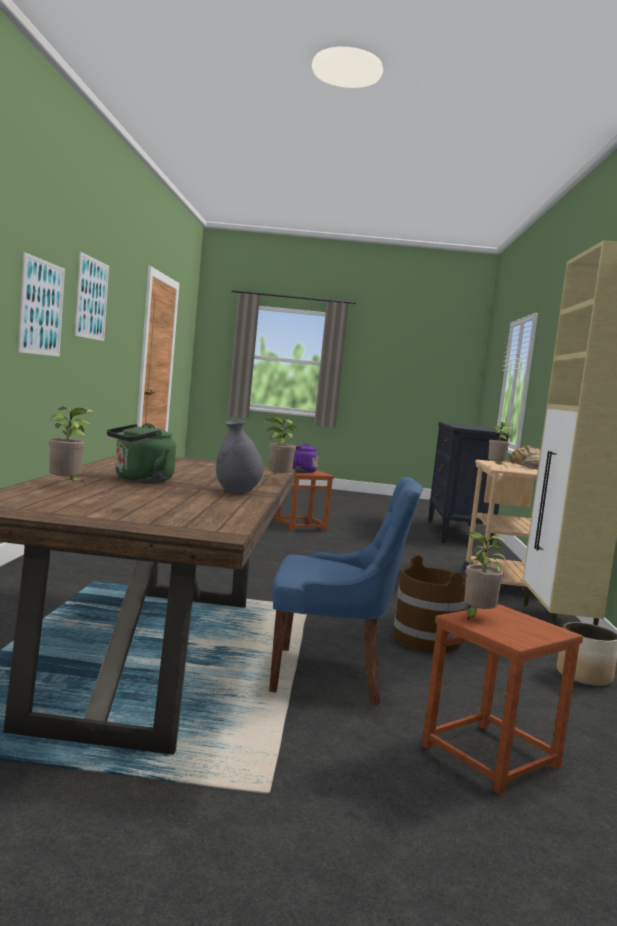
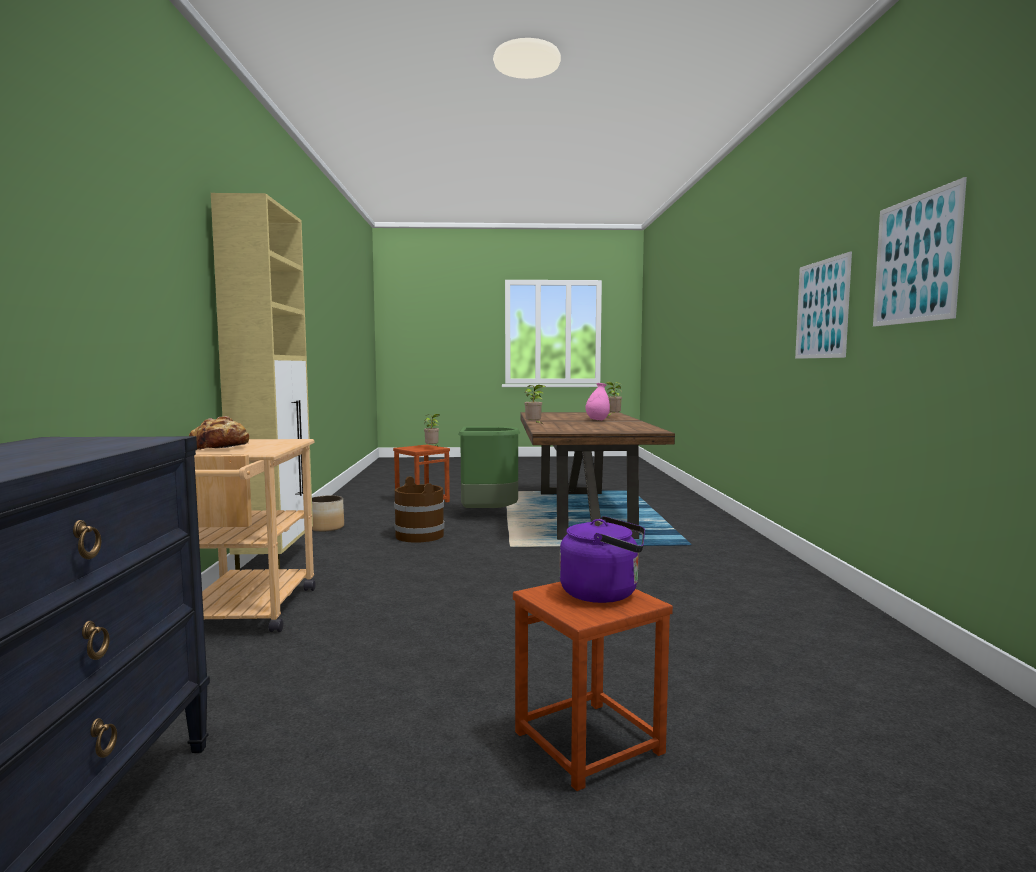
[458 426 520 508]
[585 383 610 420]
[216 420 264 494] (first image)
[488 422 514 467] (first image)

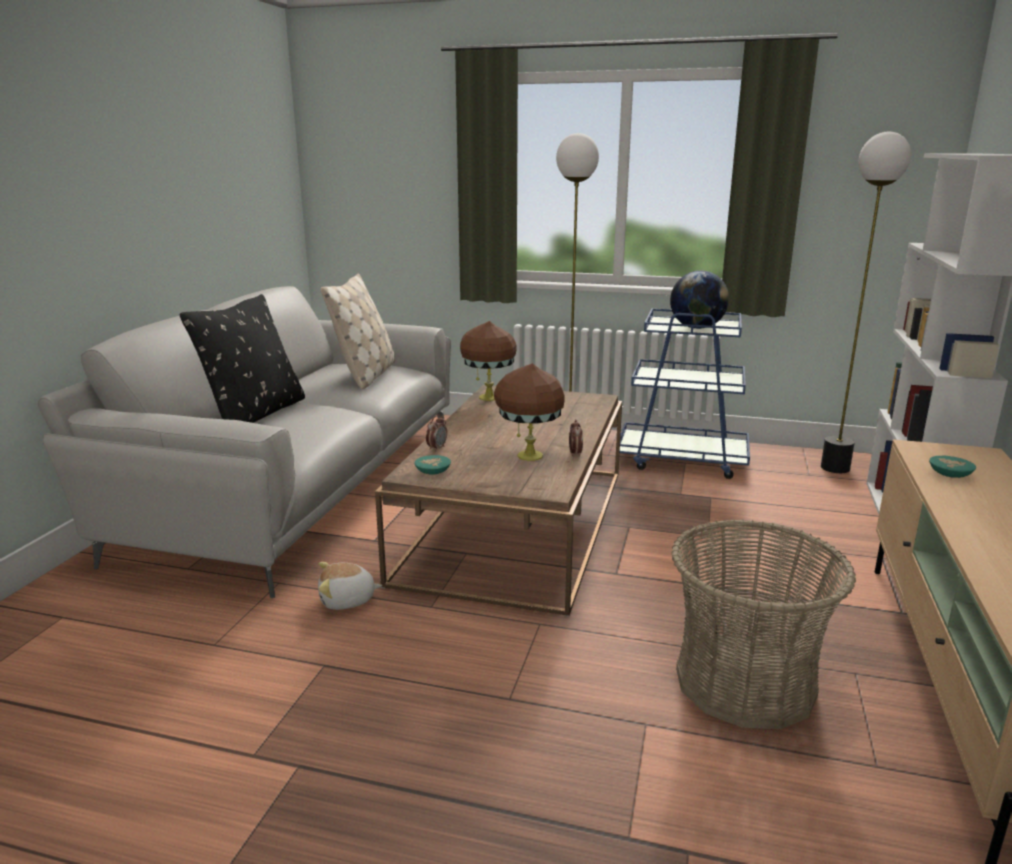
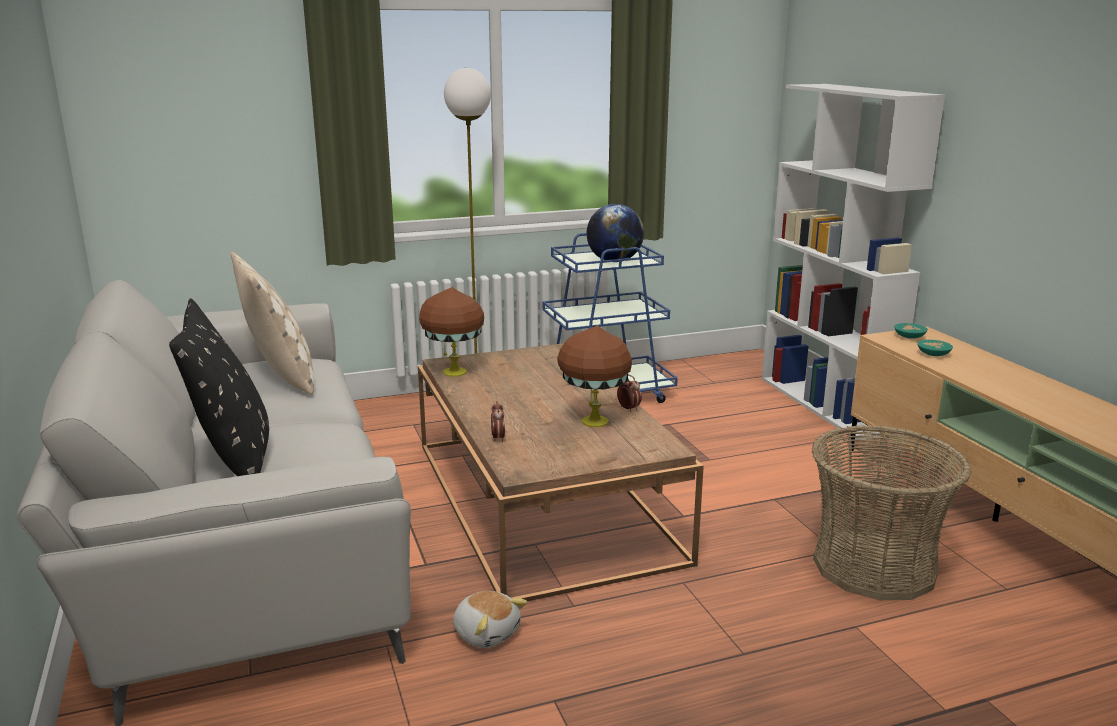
[453 591 528 648]
[894 323 928 339]
[821 132 911 473] (first image)

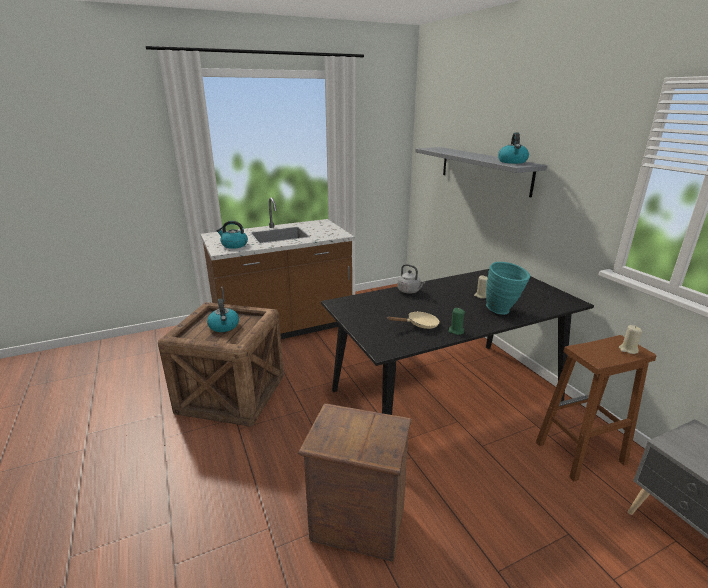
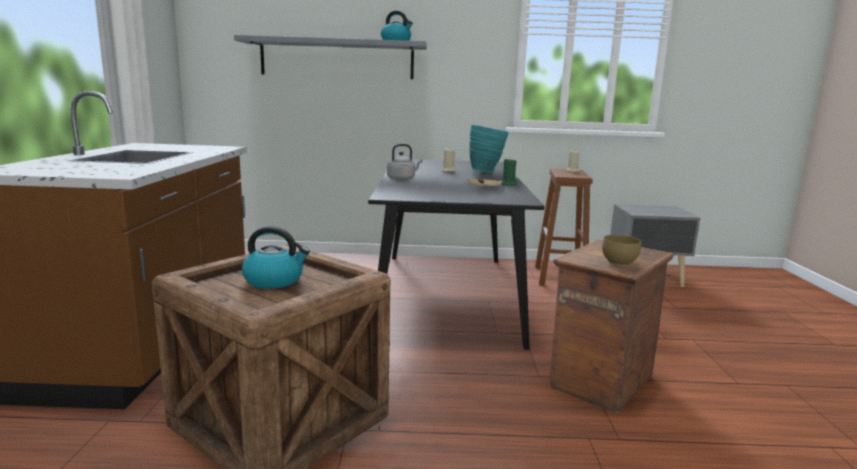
[602 235 641 266]
[217 221 248 249] (first image)

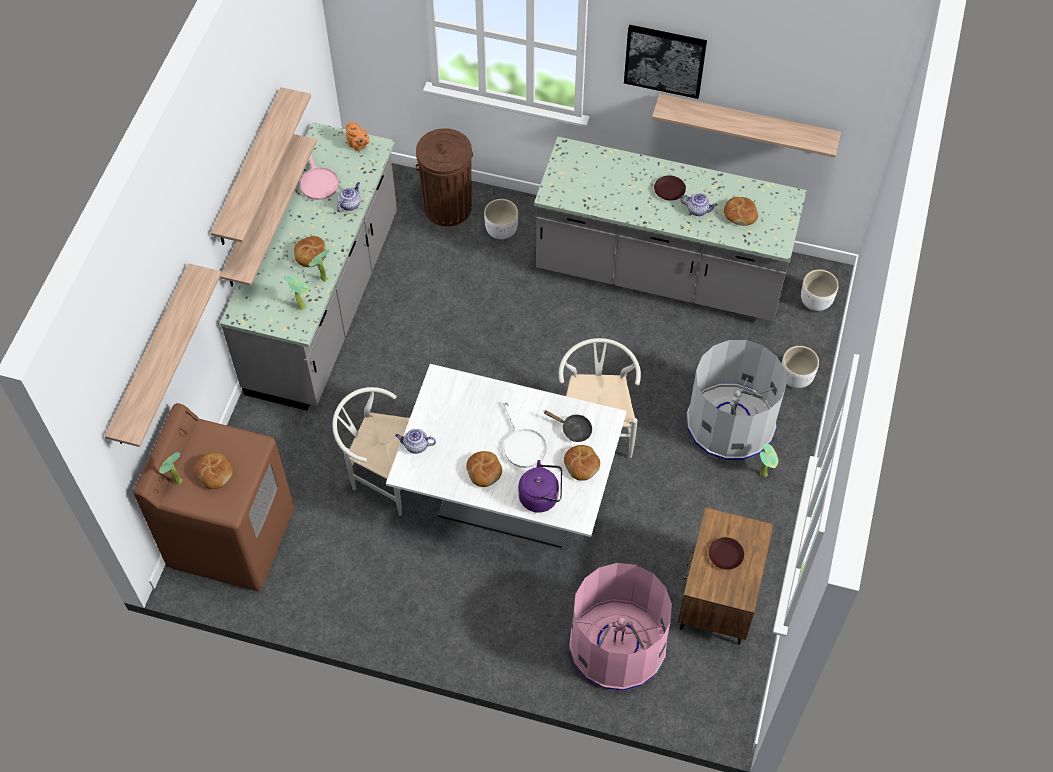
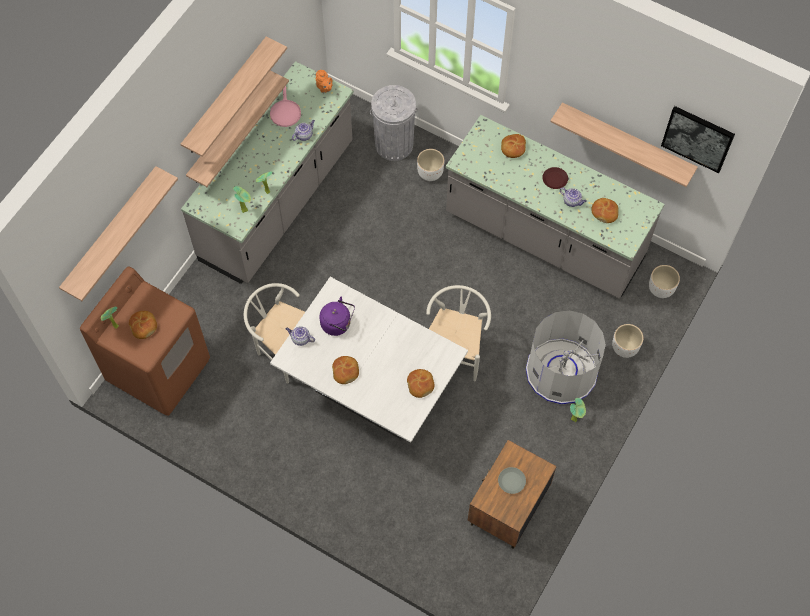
[319 297 355 336]
[370 85 417 161]
[498 467 526 494]
[501 134 526 158]
[661 106 735 173]
[503 400 547 468] (first image)
[543 410 592 442] (first image)
[569 563 672 691] (first image)

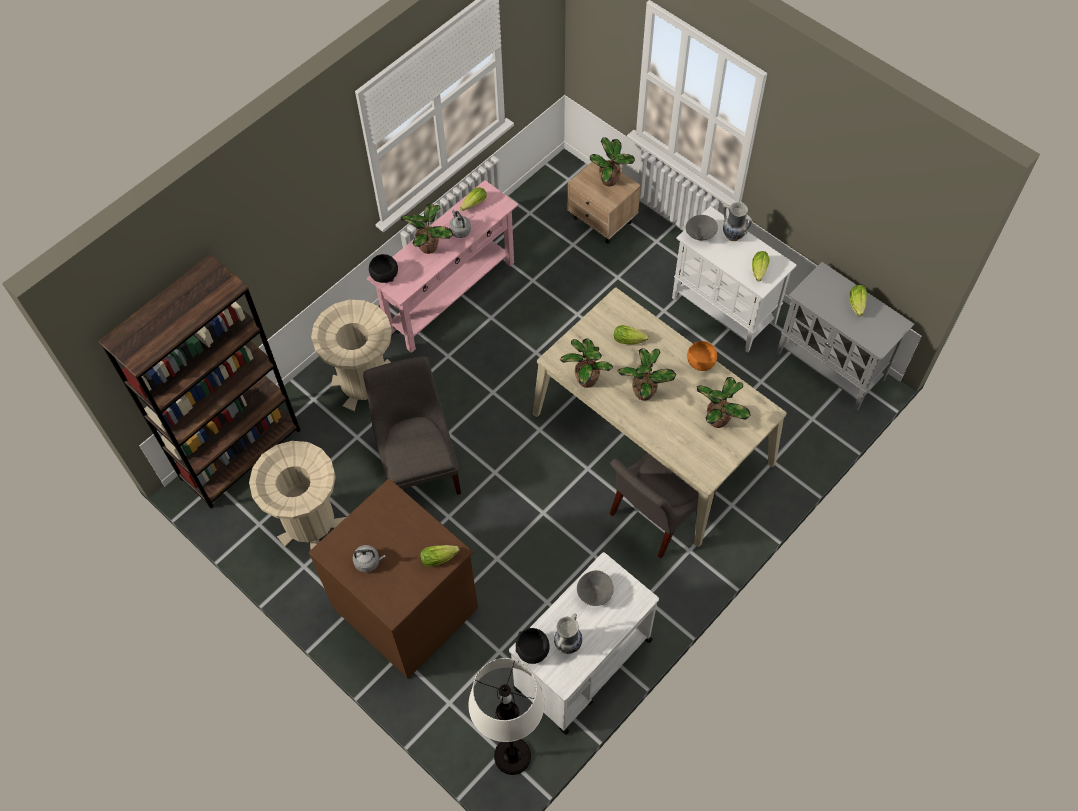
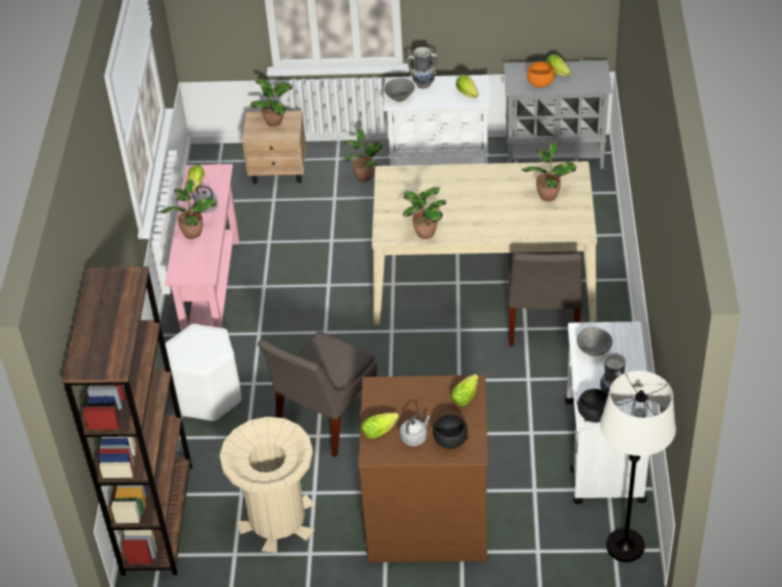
[165 324 241 421]
[257 331 377 457]
[342 129 382 182]
[361 412 399 439]
[433 414 468 449]
[527 62 556 88]

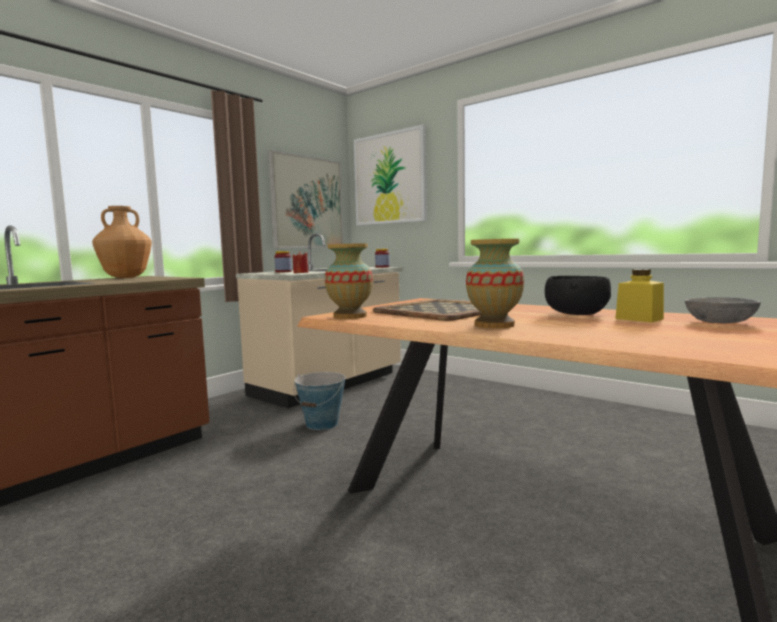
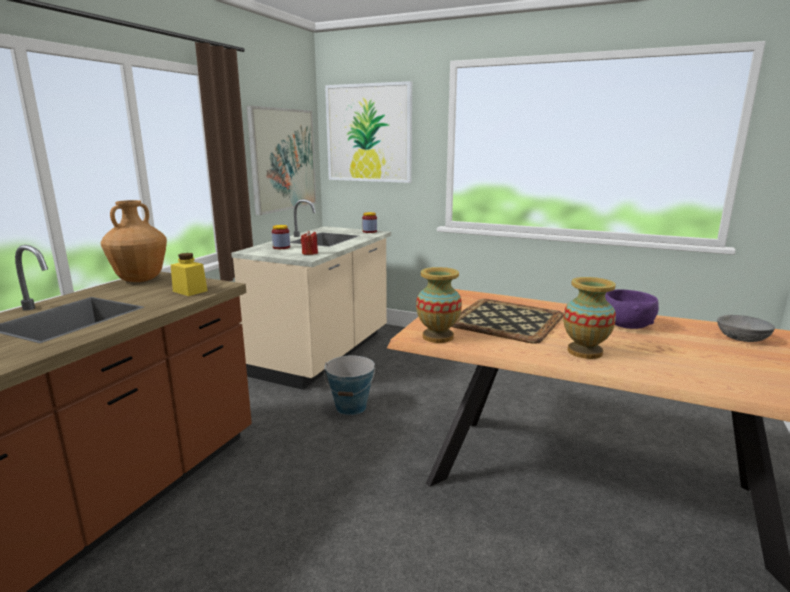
[171 253 208 296]
[605 289 659 329]

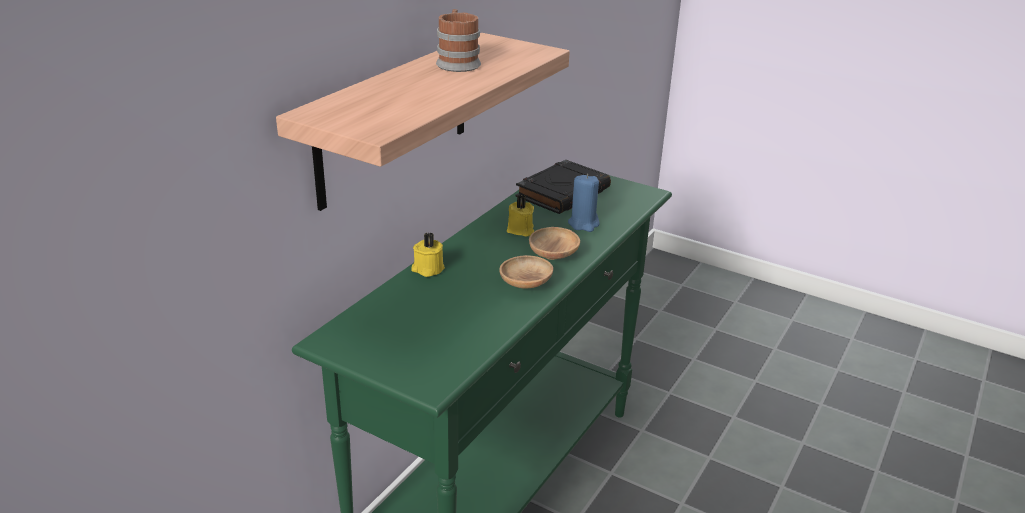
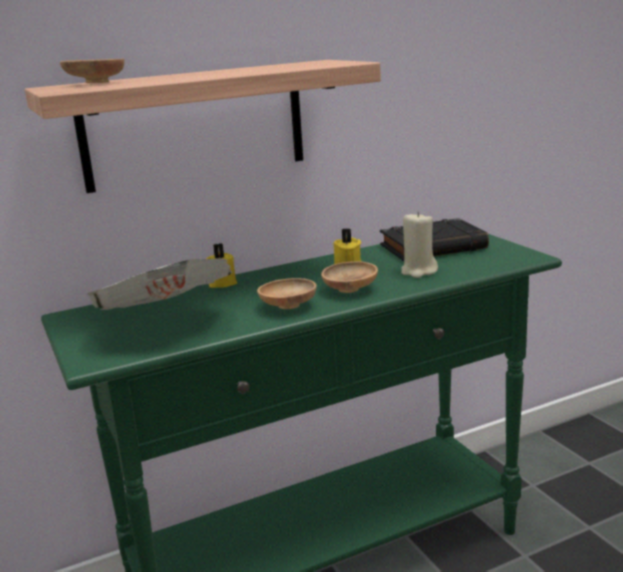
[60 59 124 83]
[87 258 232 310]
[401 211 438 278]
[436 9 481 72] (first image)

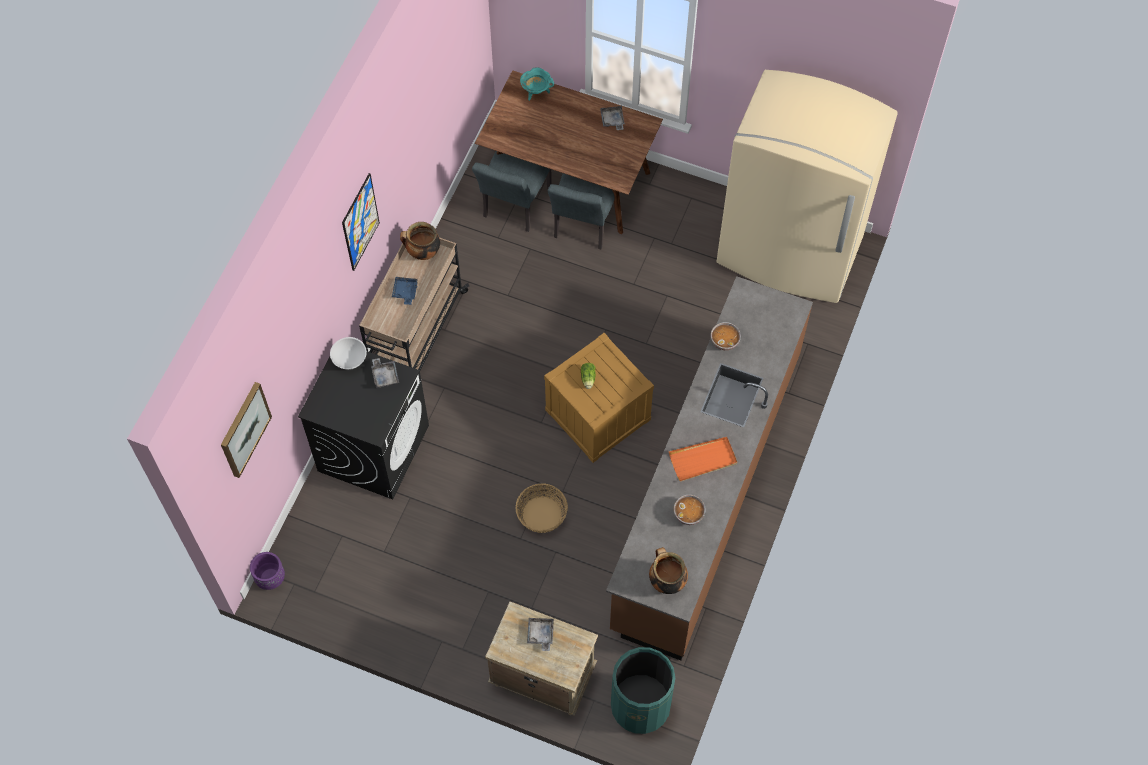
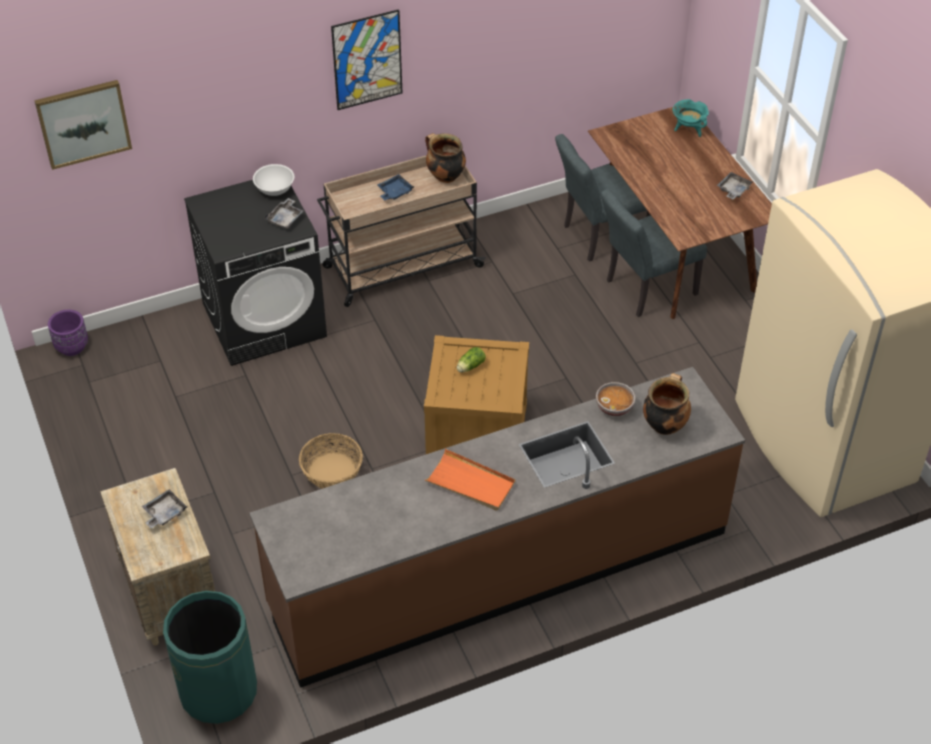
[643 373 691 435]
[674 495 706 525] (first image)

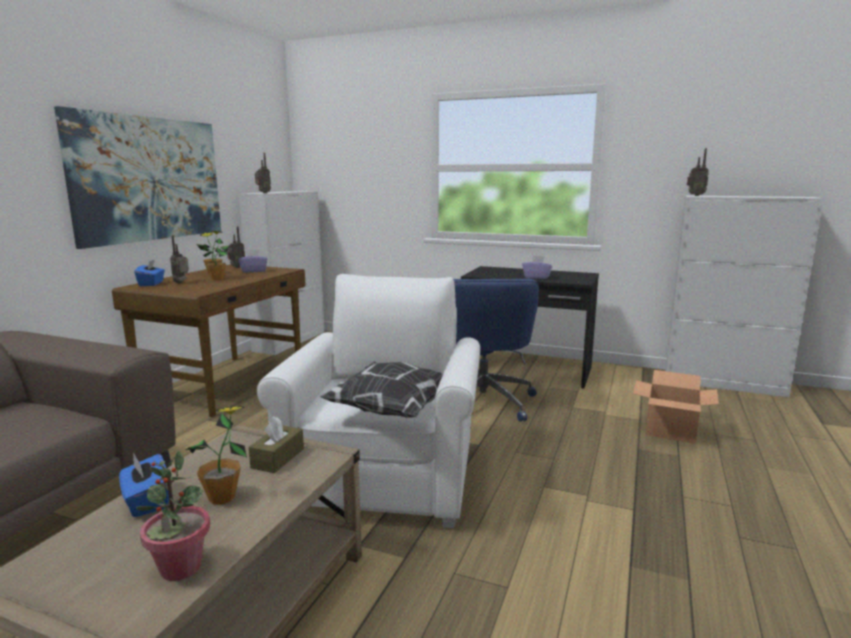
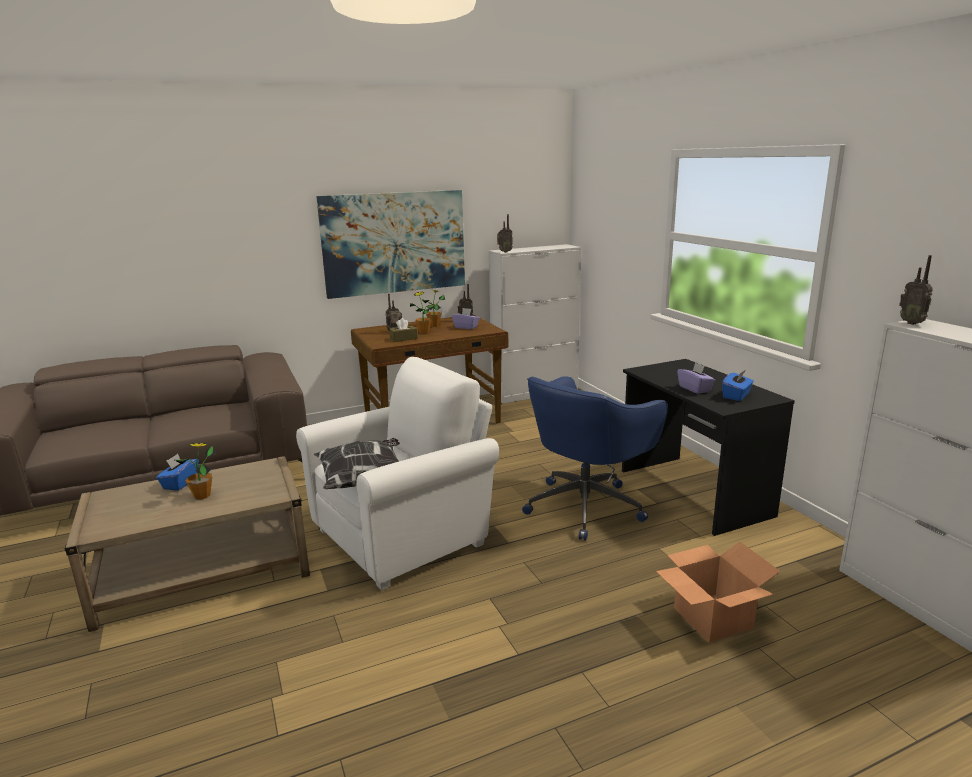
[389 318 418 342]
[722 370 754 401]
[136 450 210 581] (first image)

